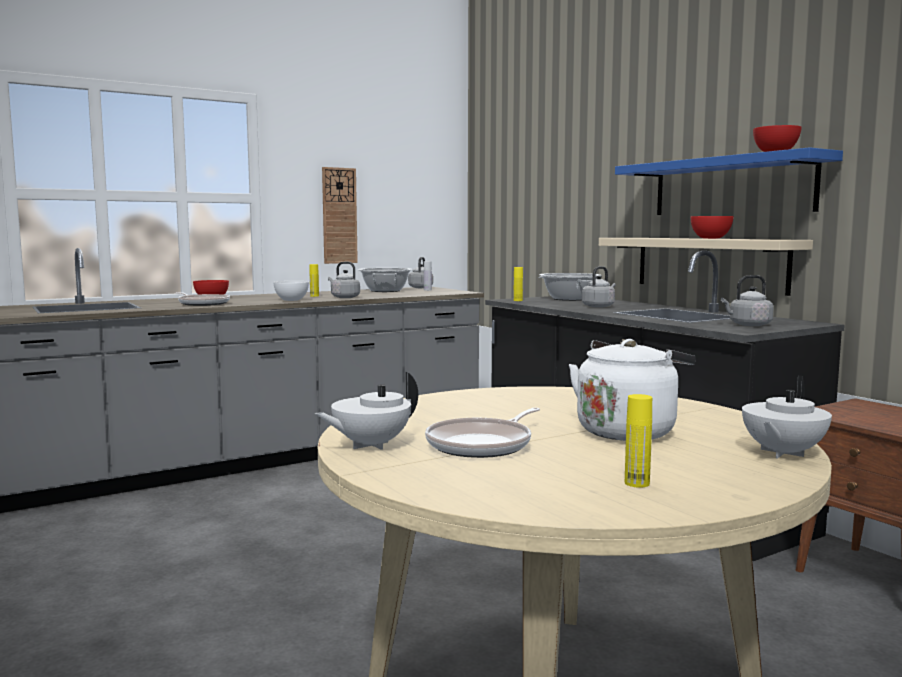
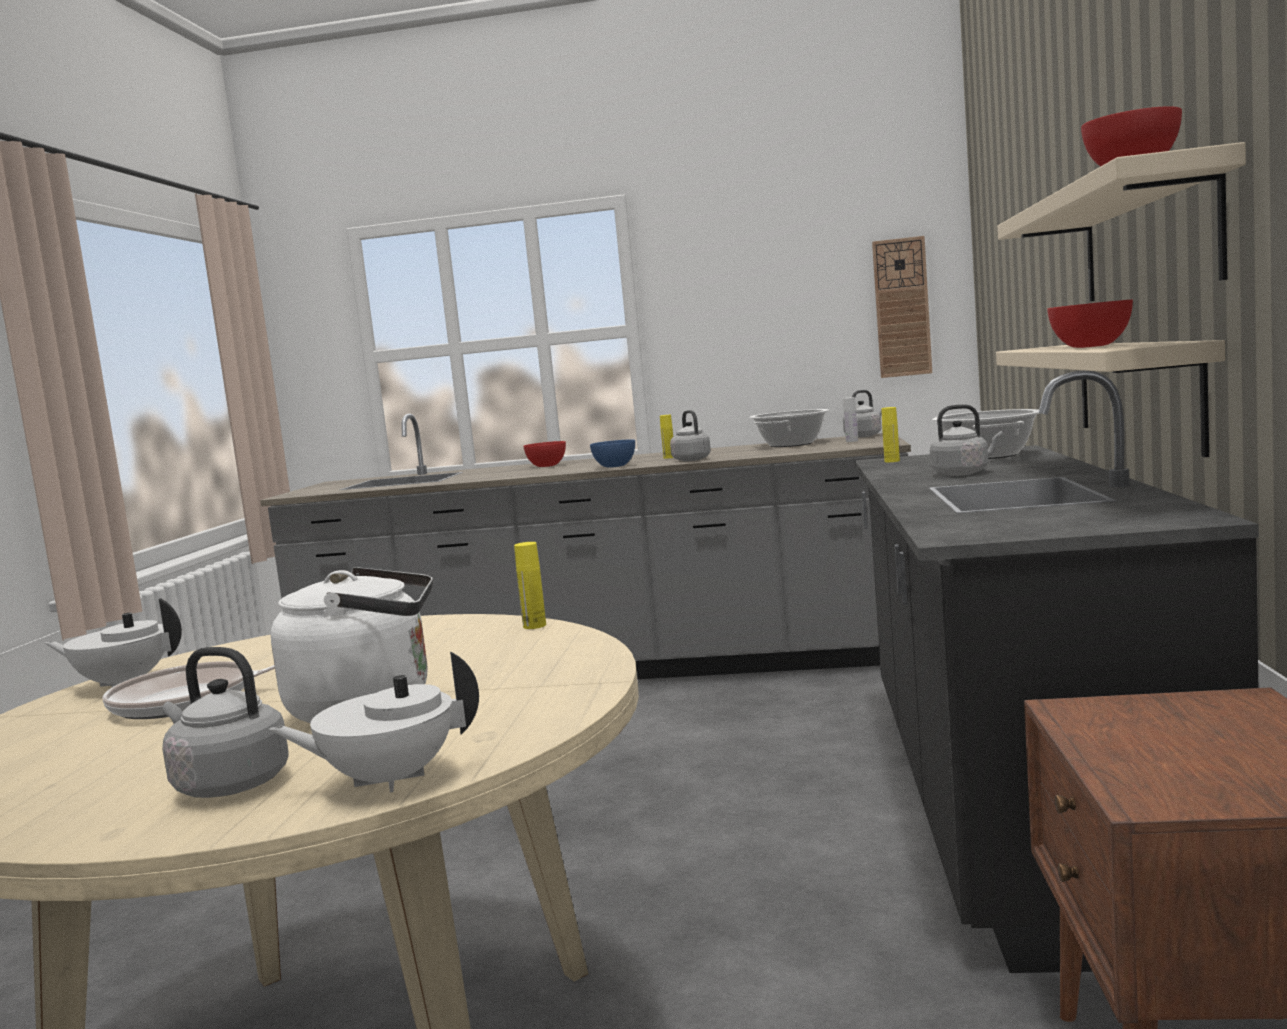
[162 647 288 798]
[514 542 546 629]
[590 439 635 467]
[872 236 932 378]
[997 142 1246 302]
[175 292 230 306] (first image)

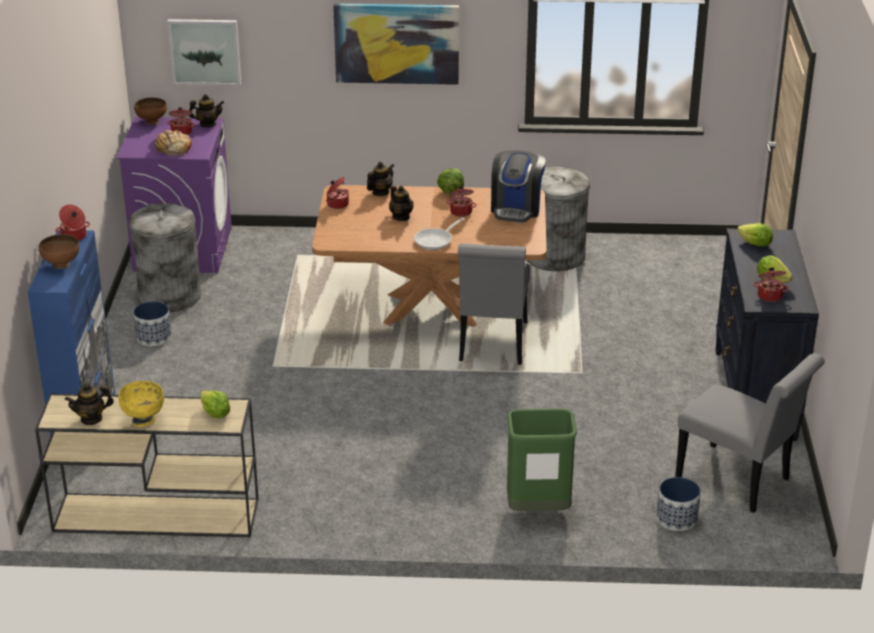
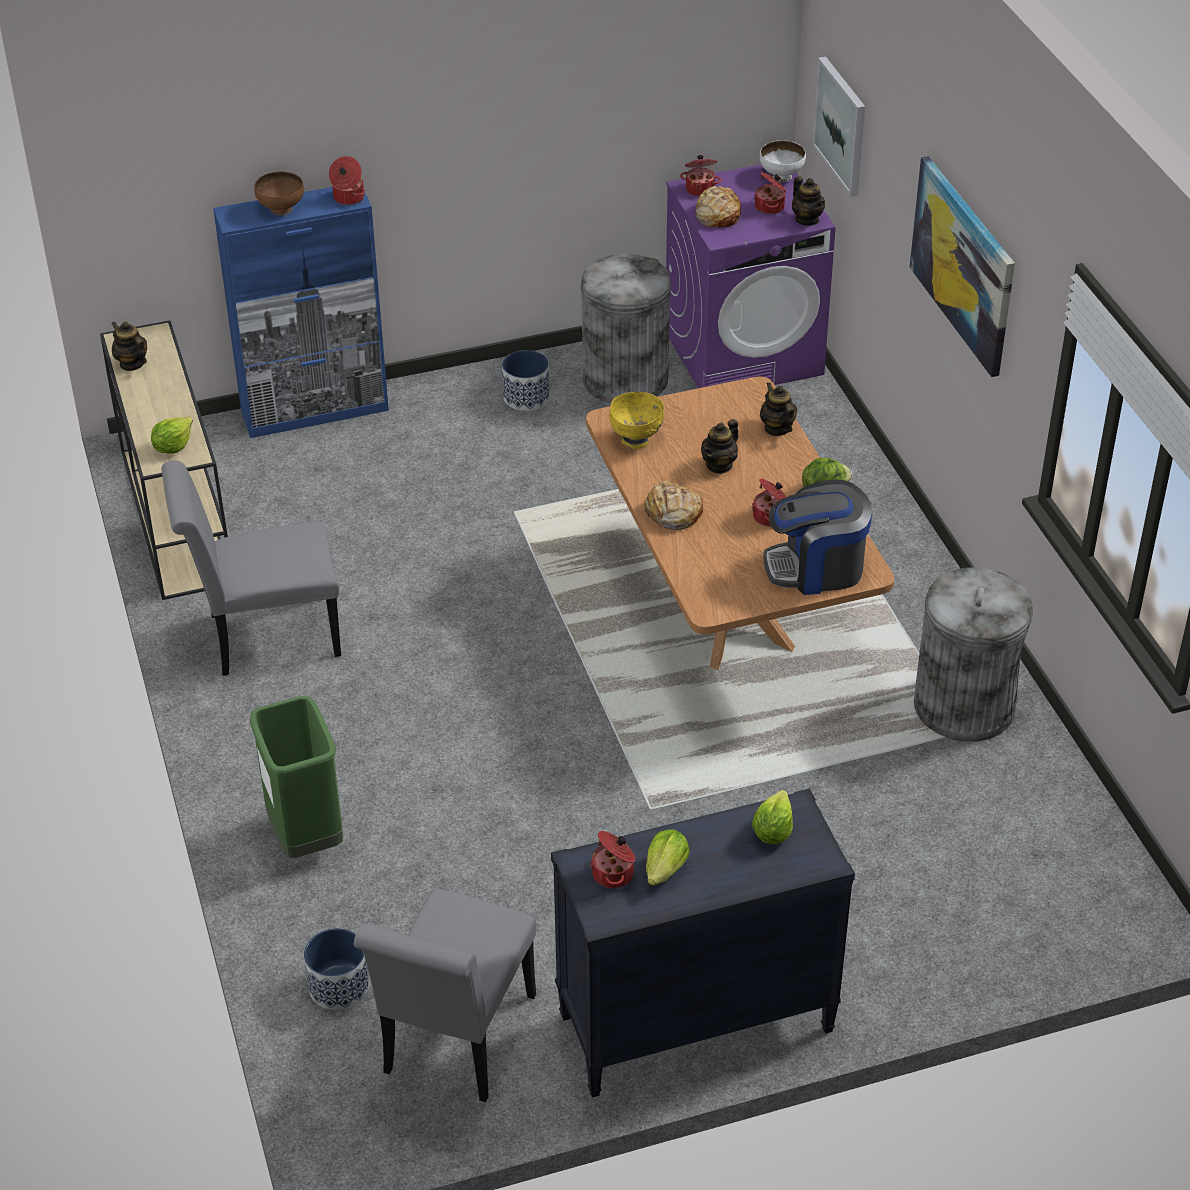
[162 461 341 676]
[609 392 665 449]
[645 480 703 530]
[680 155 721 196]
[760 140 806 182]
[760 382 797 436]

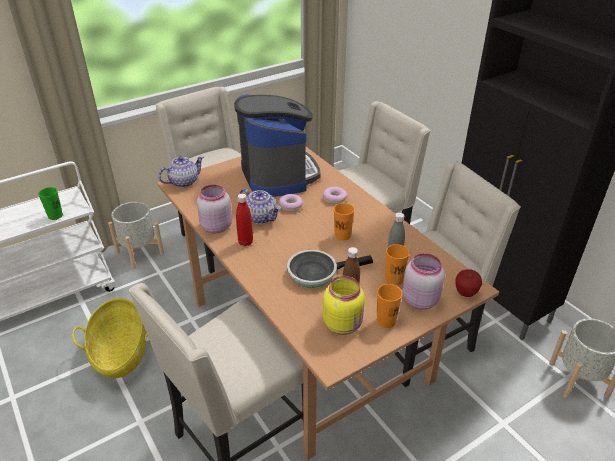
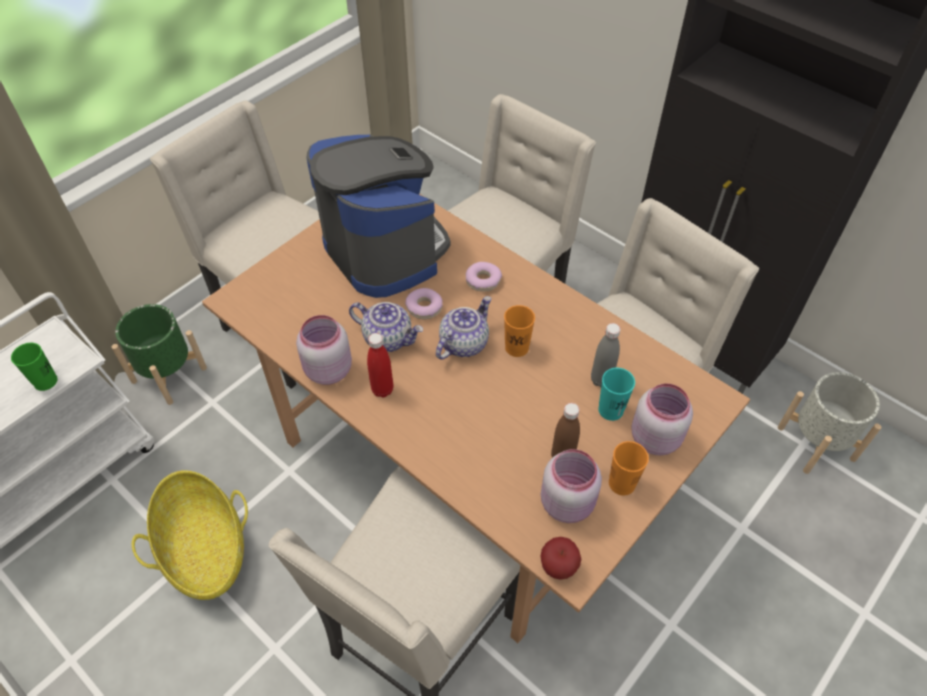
[111 304 207 405]
[436 296 491 360]
[540 537 581 580]
[541 449 602 523]
[598 368 635 421]
[287 250 373 288] (first image)

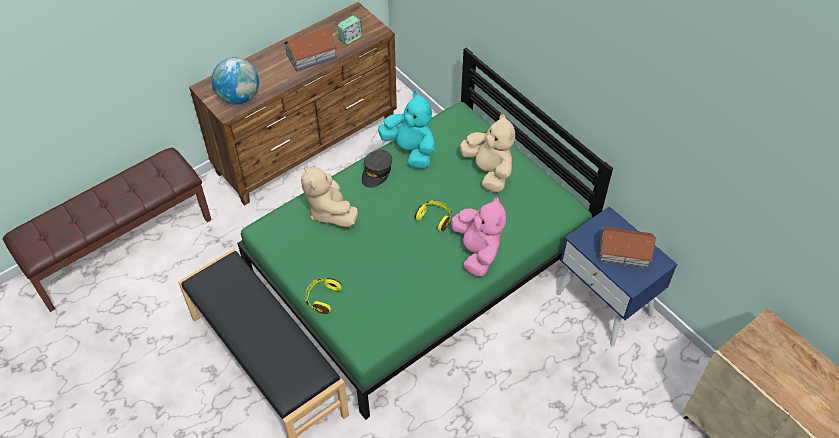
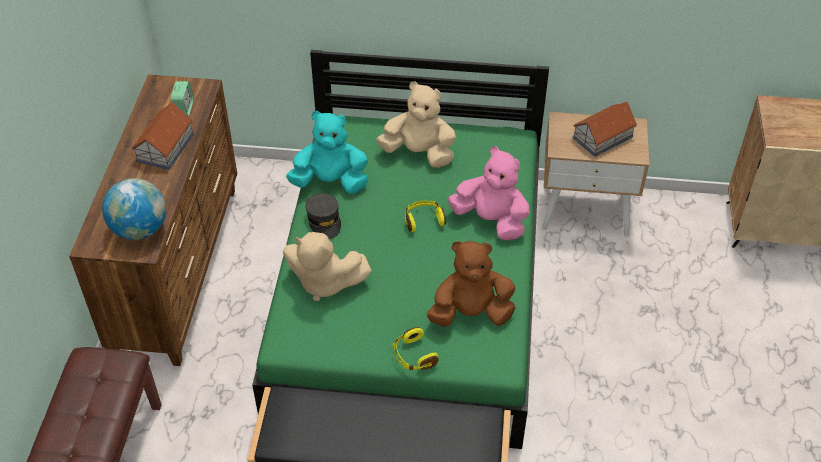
[427 241 515 327]
[542 112 649 237]

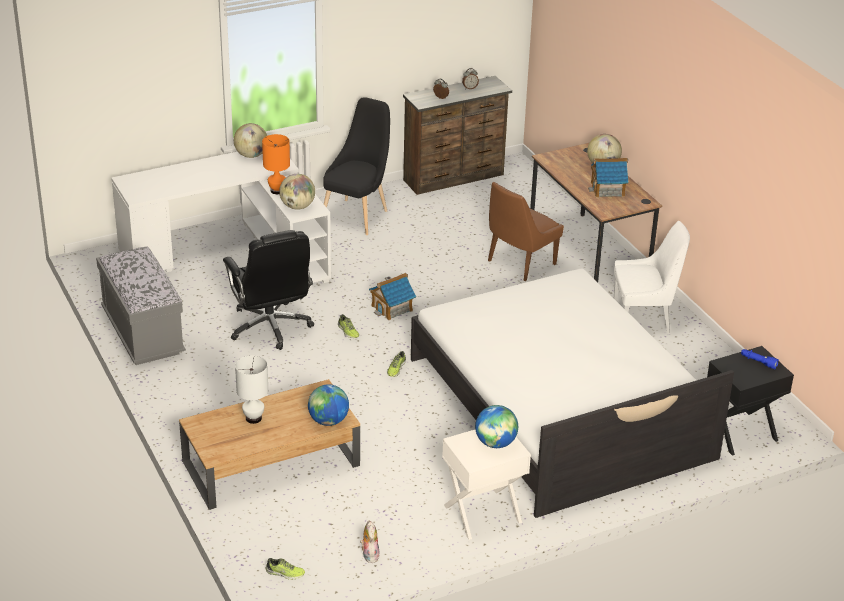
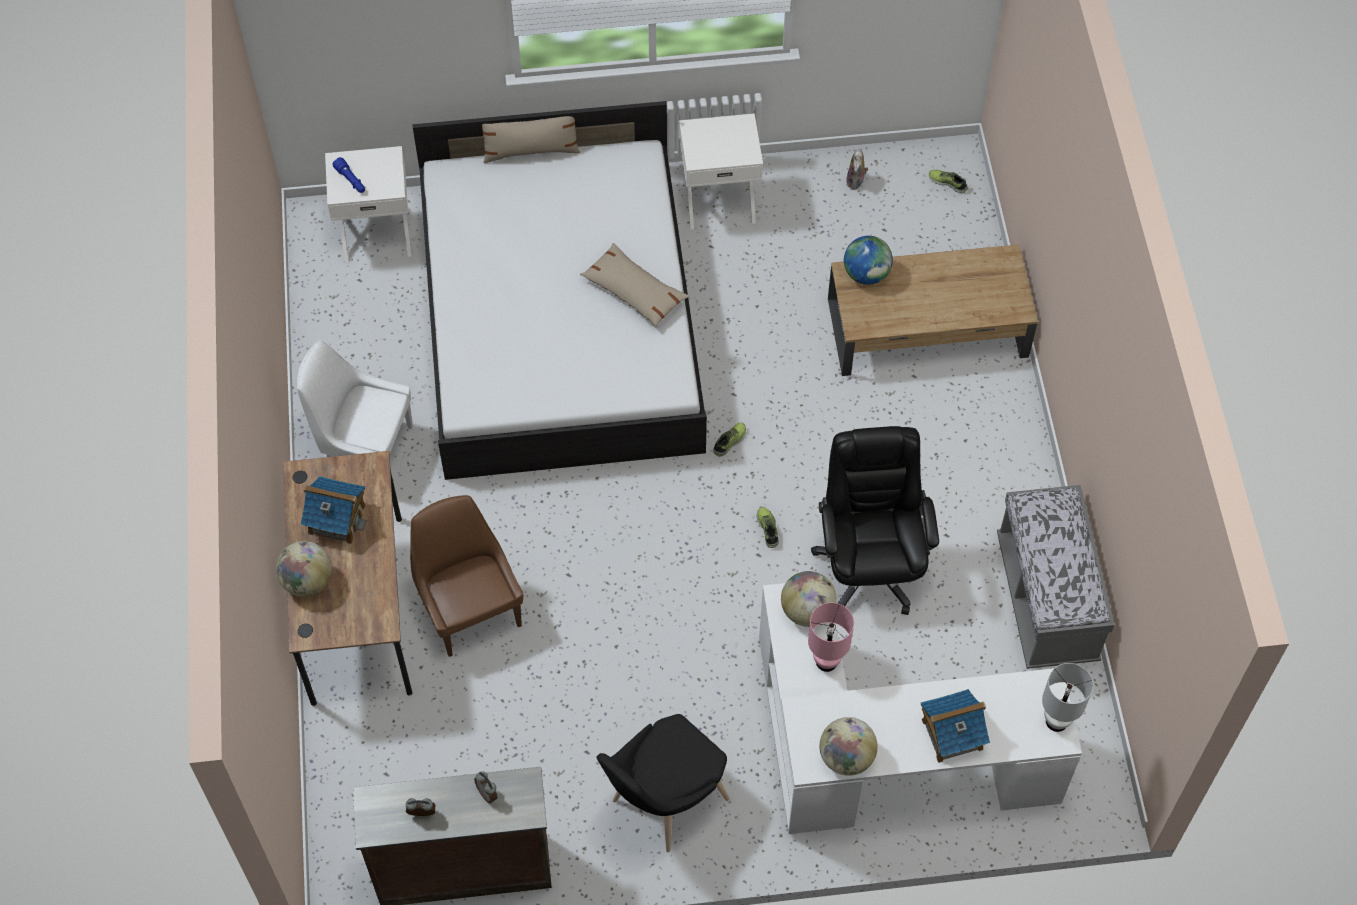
[325 146 411 263]
[410 495 523 657]
[580 243 689 327]
[808 603 854 672]
[921 689 990 763]
[1042 663 1093 732]
[475 405 518 448] (first image)

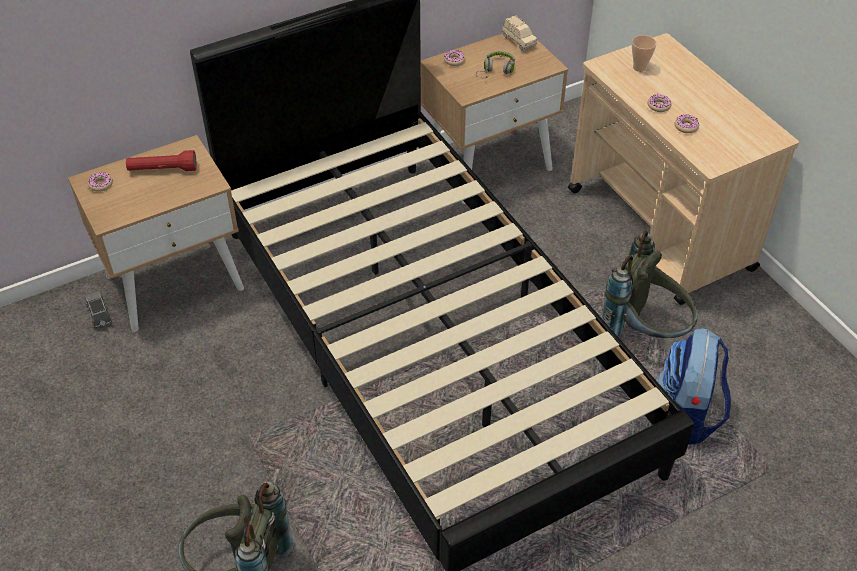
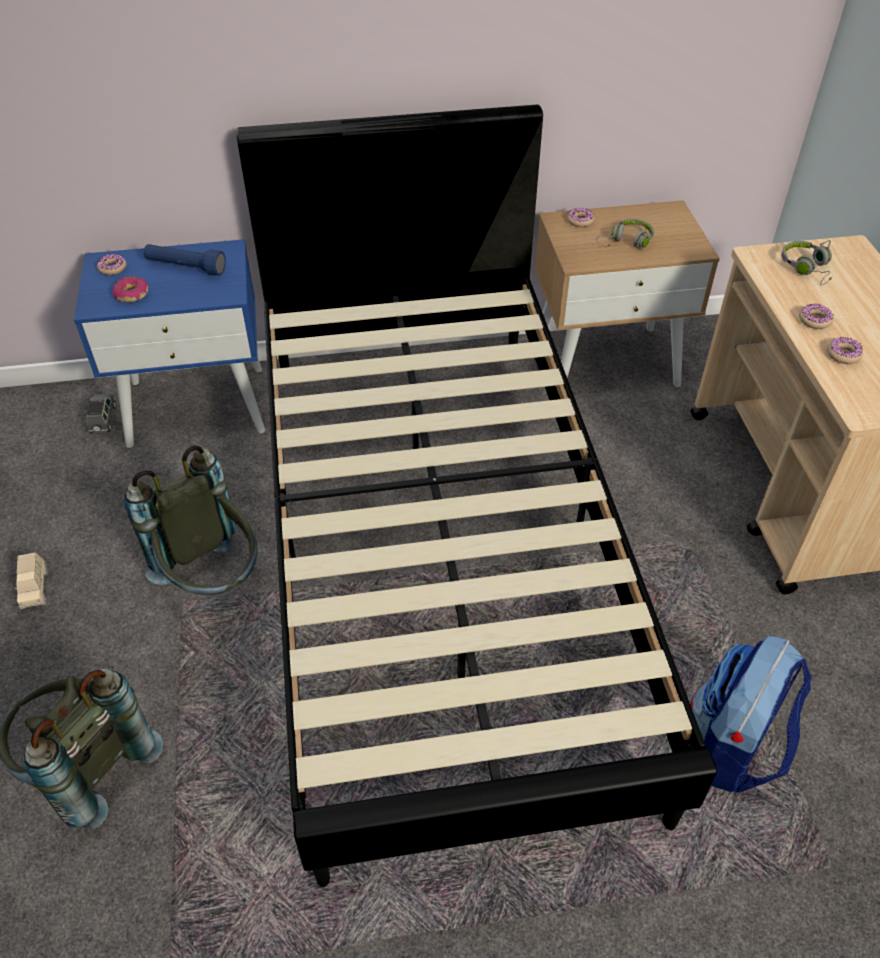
[15 552 48 609]
[74 239 265 448]
[113 276 148 302]
[124 445 258 595]
[144 244 226 276]
[781 240 833 286]

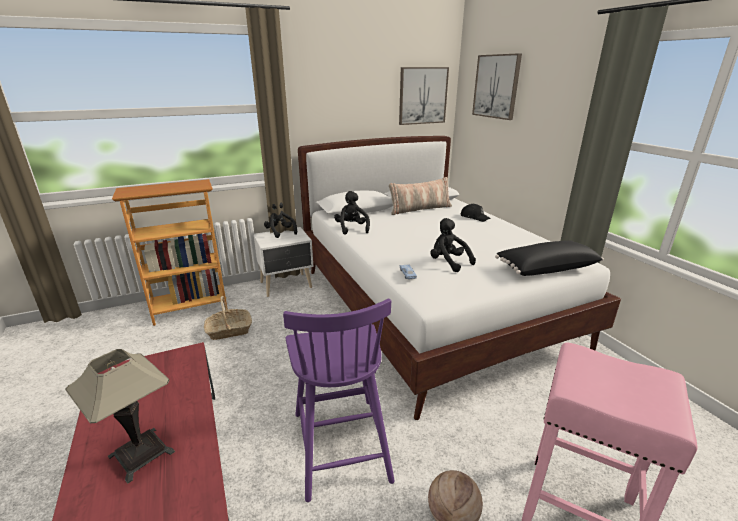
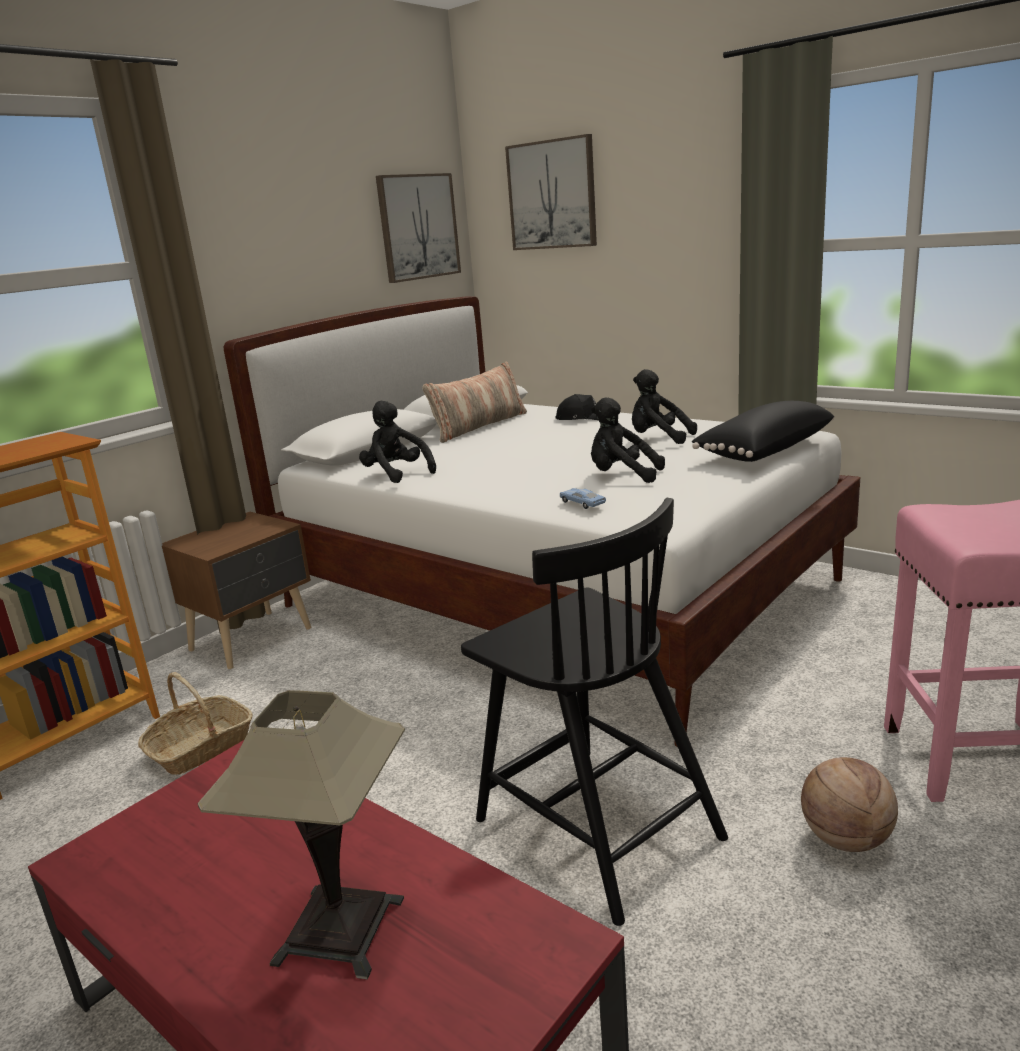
[162 512 311 669]
[461 498 728 926]
[632 369 697 444]

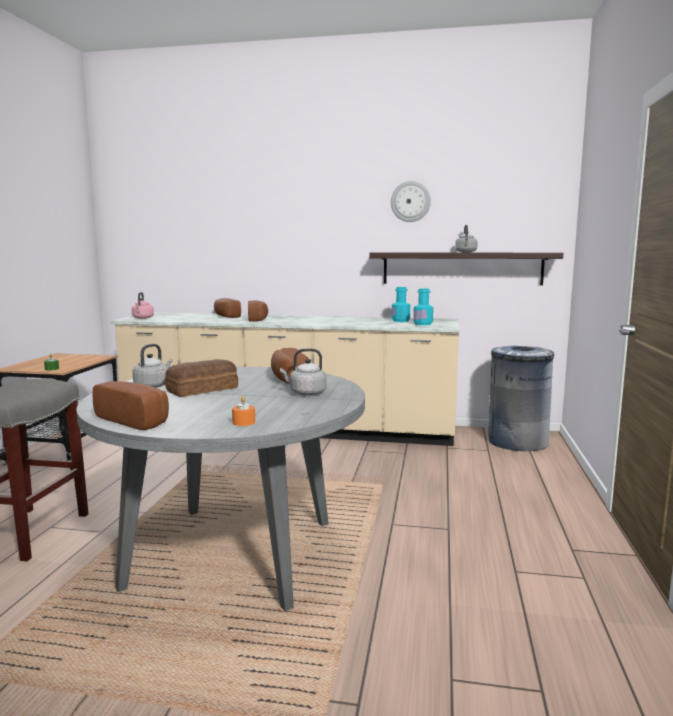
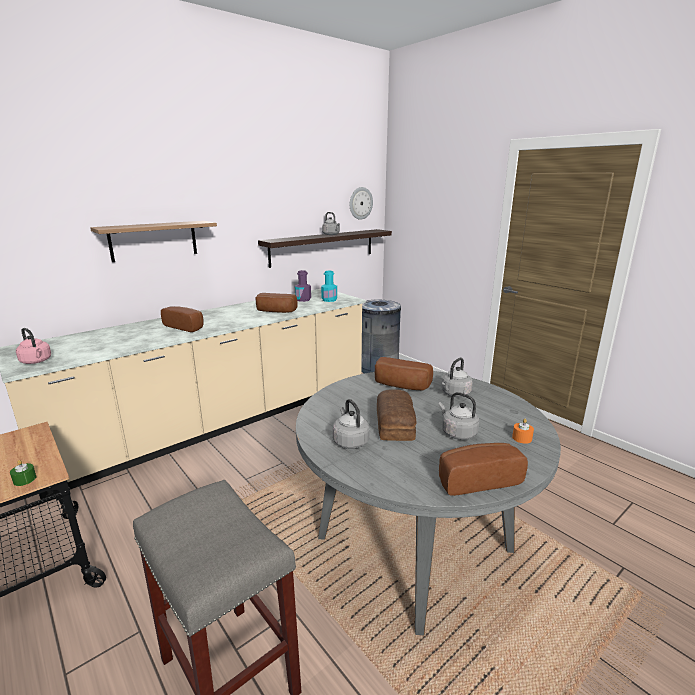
[90 221 217 262]
[256 293 297 313]
[295 270 311 302]
[350 187 373 220]
[439 392 479 440]

